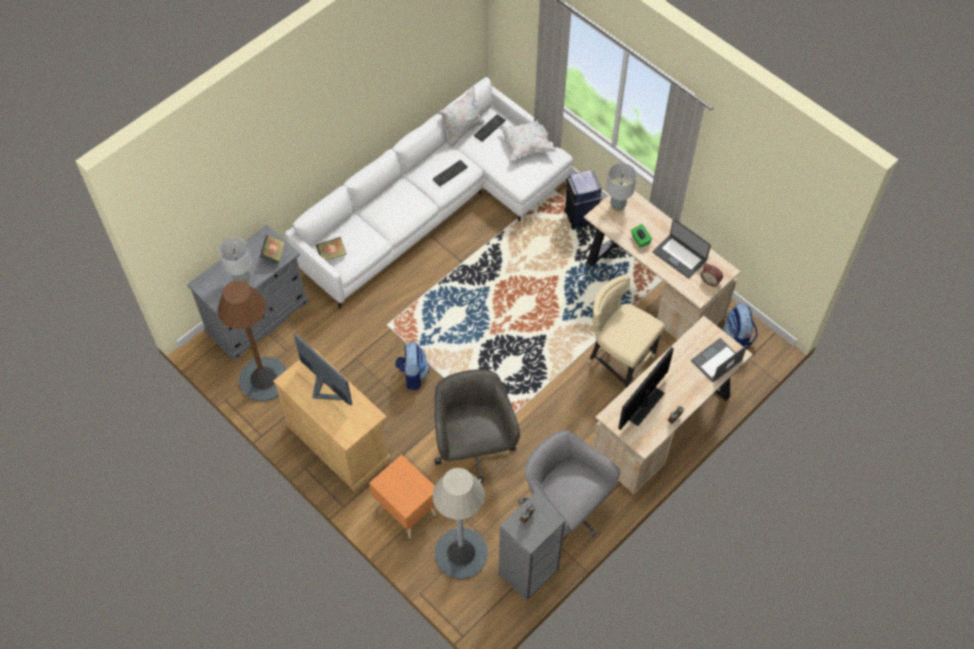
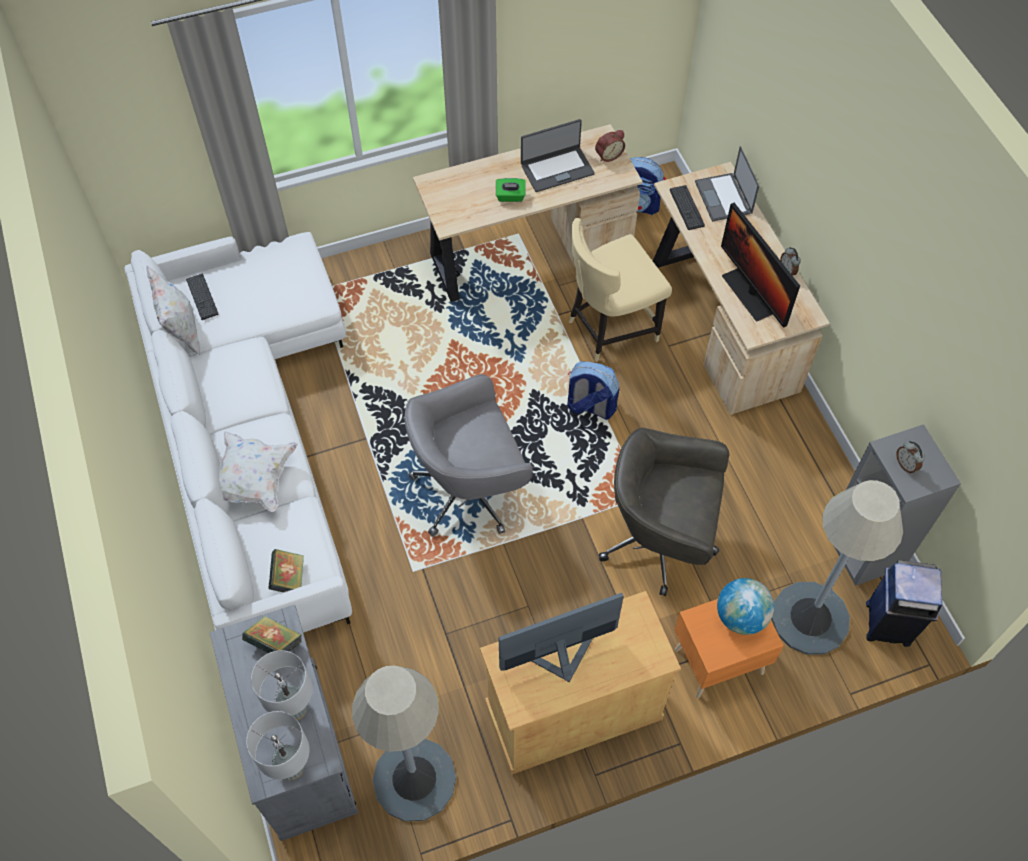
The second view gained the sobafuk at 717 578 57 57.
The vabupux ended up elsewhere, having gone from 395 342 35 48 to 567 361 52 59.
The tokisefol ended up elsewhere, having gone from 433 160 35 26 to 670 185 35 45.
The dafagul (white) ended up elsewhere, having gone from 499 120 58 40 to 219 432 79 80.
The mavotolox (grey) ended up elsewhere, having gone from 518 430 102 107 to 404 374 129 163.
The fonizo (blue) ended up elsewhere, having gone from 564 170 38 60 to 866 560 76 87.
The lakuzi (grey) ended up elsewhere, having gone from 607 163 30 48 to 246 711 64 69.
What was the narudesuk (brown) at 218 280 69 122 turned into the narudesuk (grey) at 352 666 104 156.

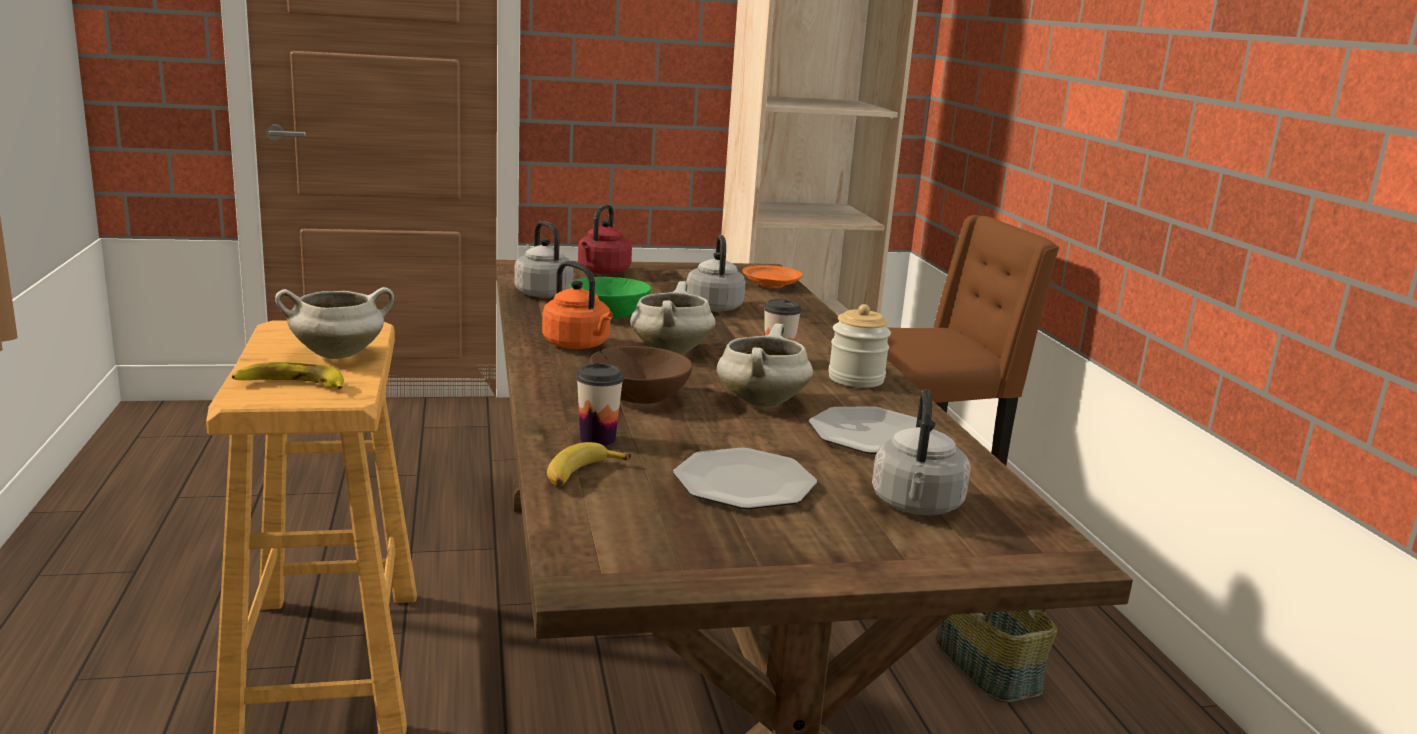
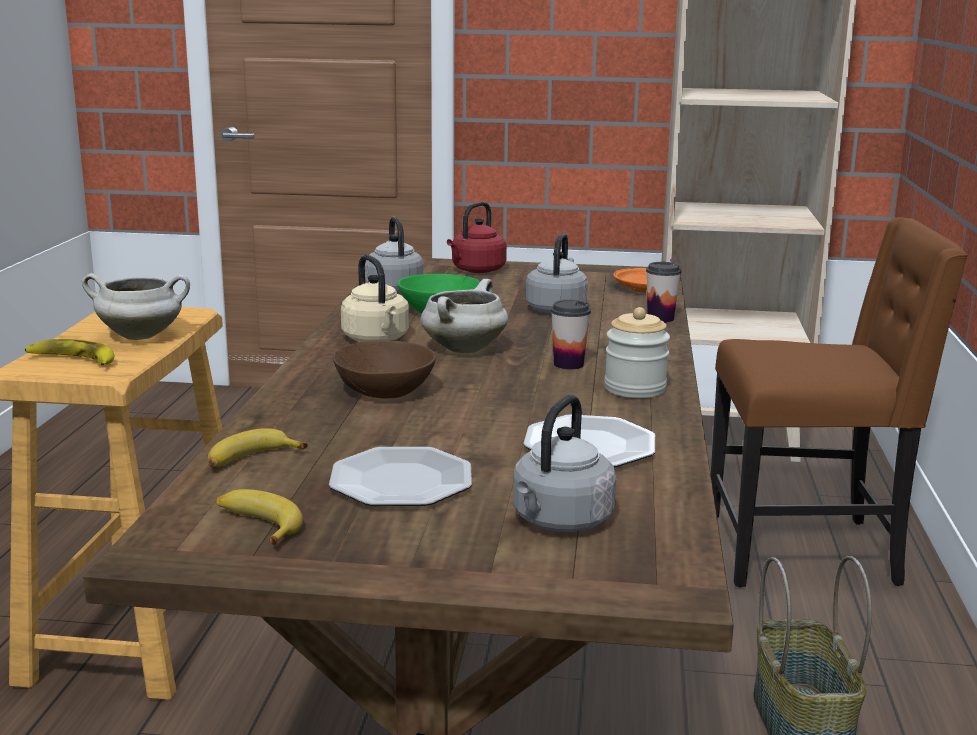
The second view lost the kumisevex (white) at 717 323 96 84.
The second view gained the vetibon at 216 489 87 56.
The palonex ended up elsewhere, having gone from 576 363 48 83 to 646 262 35 60.
What was the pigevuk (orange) at 542 261 71 88 turned into the pigevuk (beige) at 341 255 68 87.

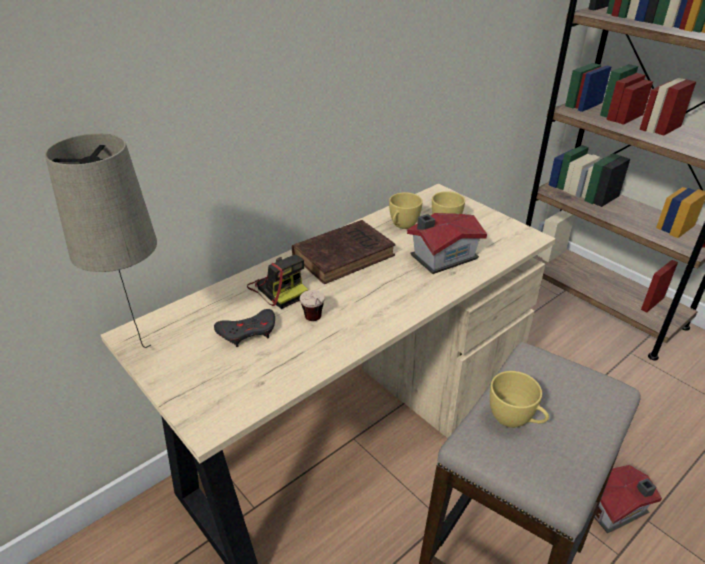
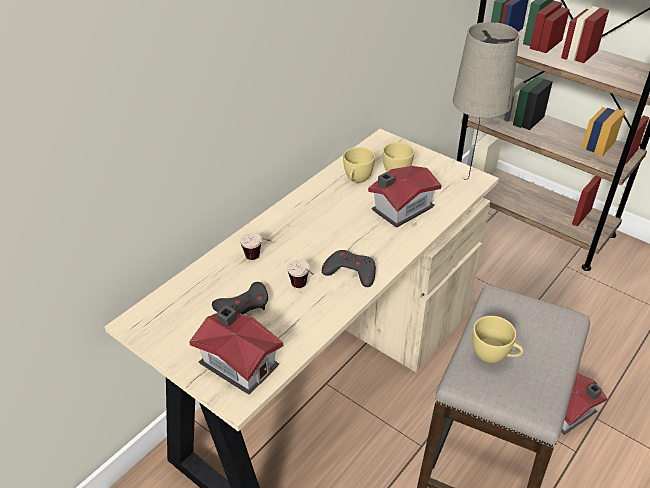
The second view lost the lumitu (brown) at 292 220 103 64.
The second view gained the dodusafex at 189 305 94 90.
The second view gained the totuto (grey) at 322 250 54 37.
The lakuzi (beige) ended up elsewhere, having gone from 45 133 112 215 to 453 22 66 158.
Where the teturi stood at 247 254 61 55, the palonex came to stand at 240 232 31 28.

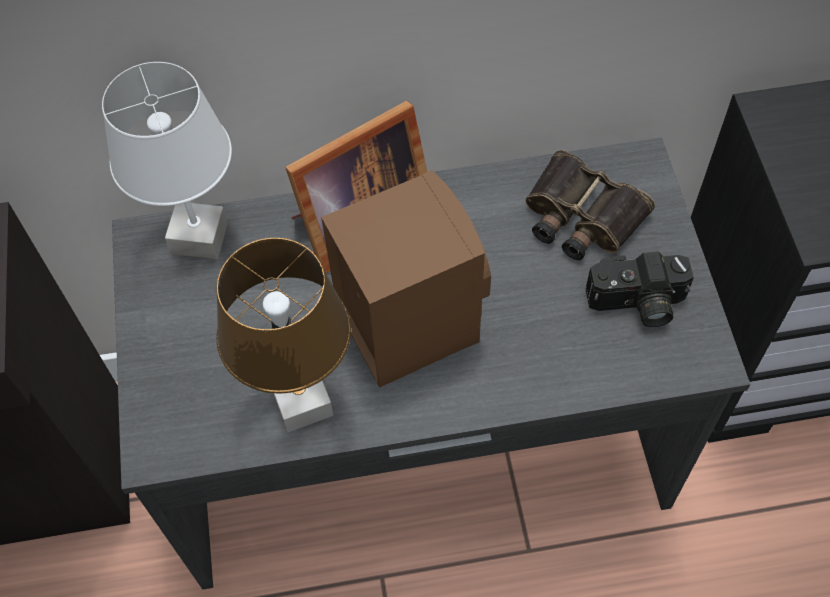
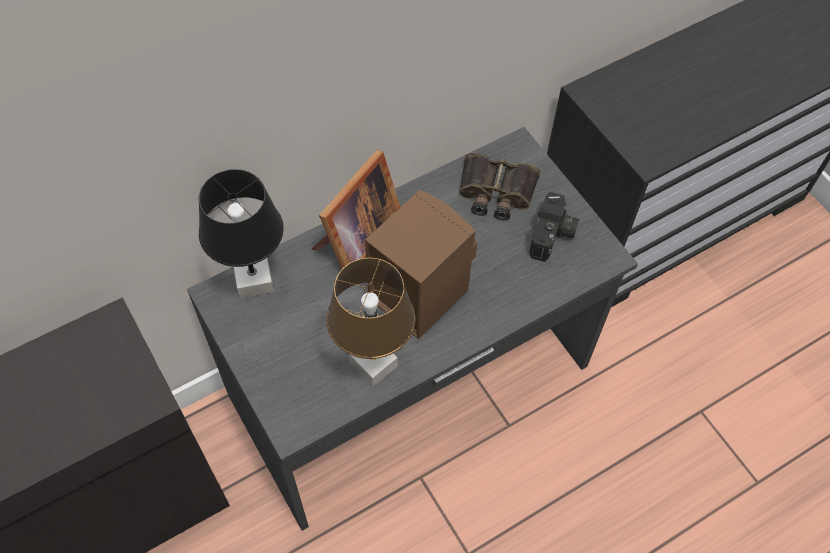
What was the lakuzi (white) at 102 62 130 197 turned into the lakuzi (black) at 199 169 85 130.
The teturi at 586 251 108 76 ended up facing another way, 45 degrees counterclockwise from before.

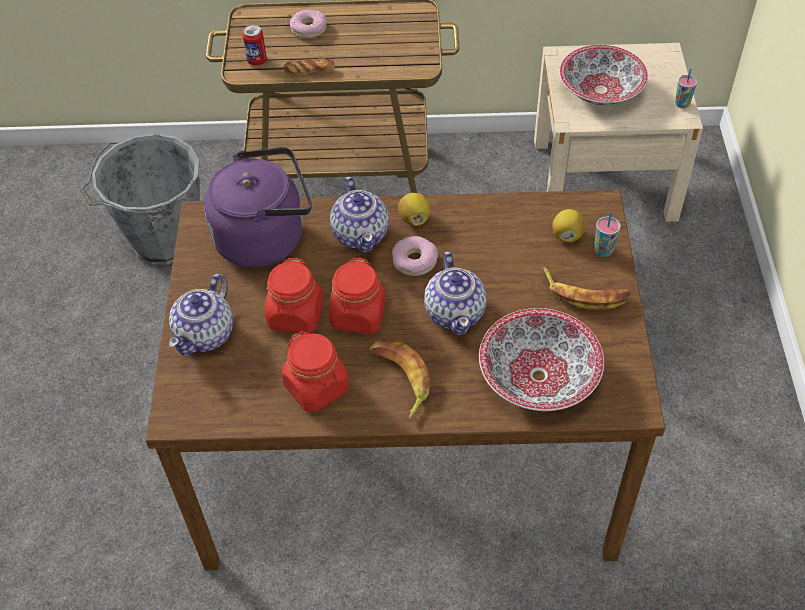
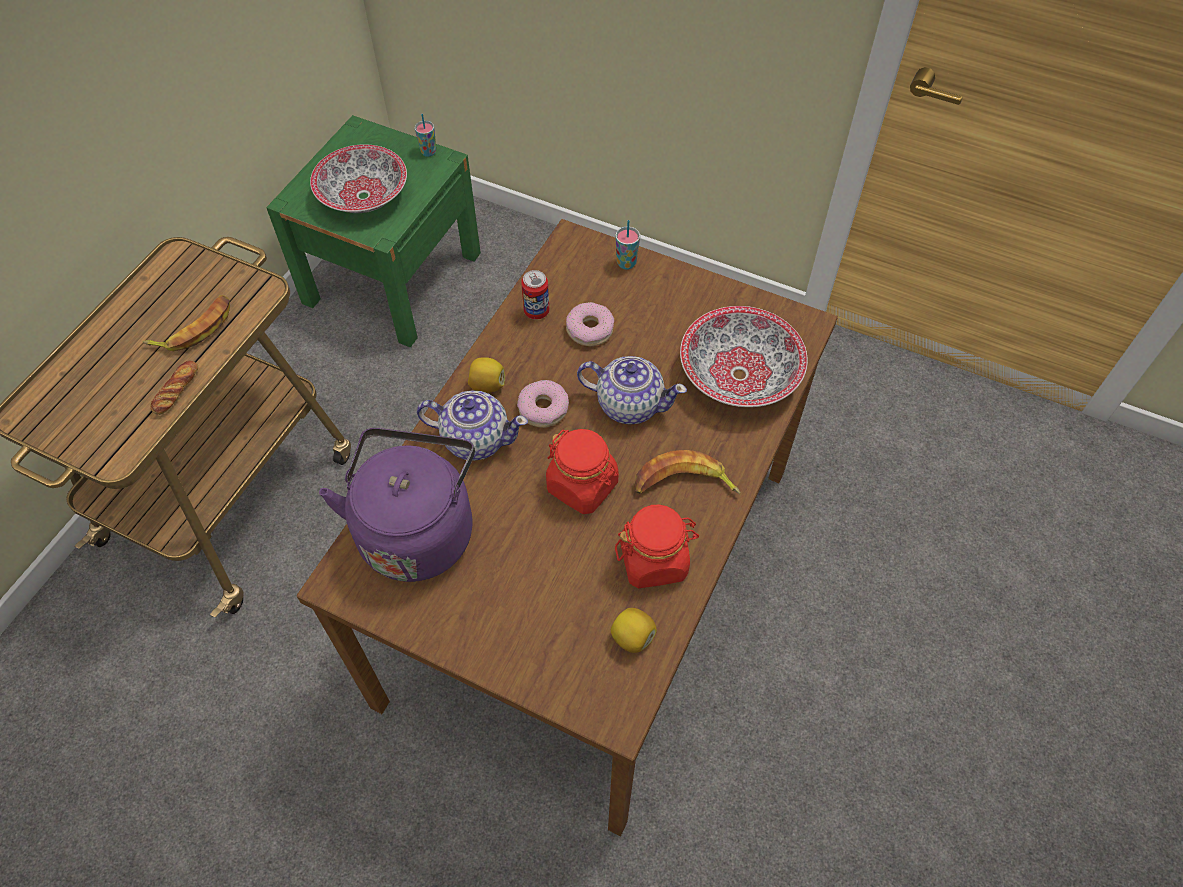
The second view lost the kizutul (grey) at 80 133 120 132.
The second view lost the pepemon at 169 274 64 81.
The second view lost the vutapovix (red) at 265 258 59 76.
The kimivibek ended up elsewhere, having gone from 242 25 25 41 to 521 270 28 50.
The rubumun ended up elsewhere, having gone from 290 10 37 29 to 566 302 48 44.
The vetibon ended up elsewhere, having gone from 543 267 87 43 to 142 295 88 56.
The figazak ended up elsewhere, having gone from 552 209 33 34 to 611 608 46 45.
What was the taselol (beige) at 534 43 169 179 turned into the taselol (green) at 266 115 215 232.

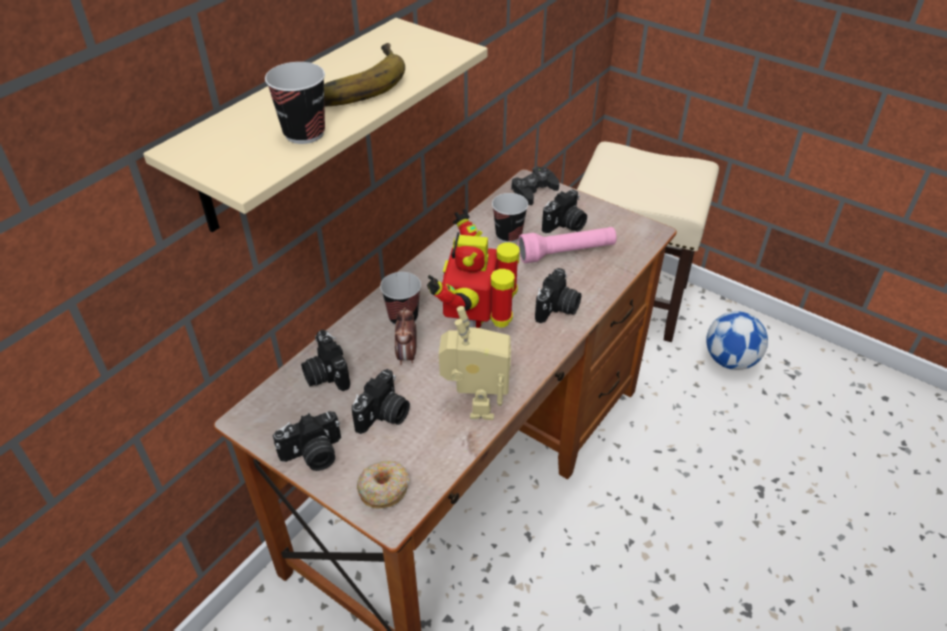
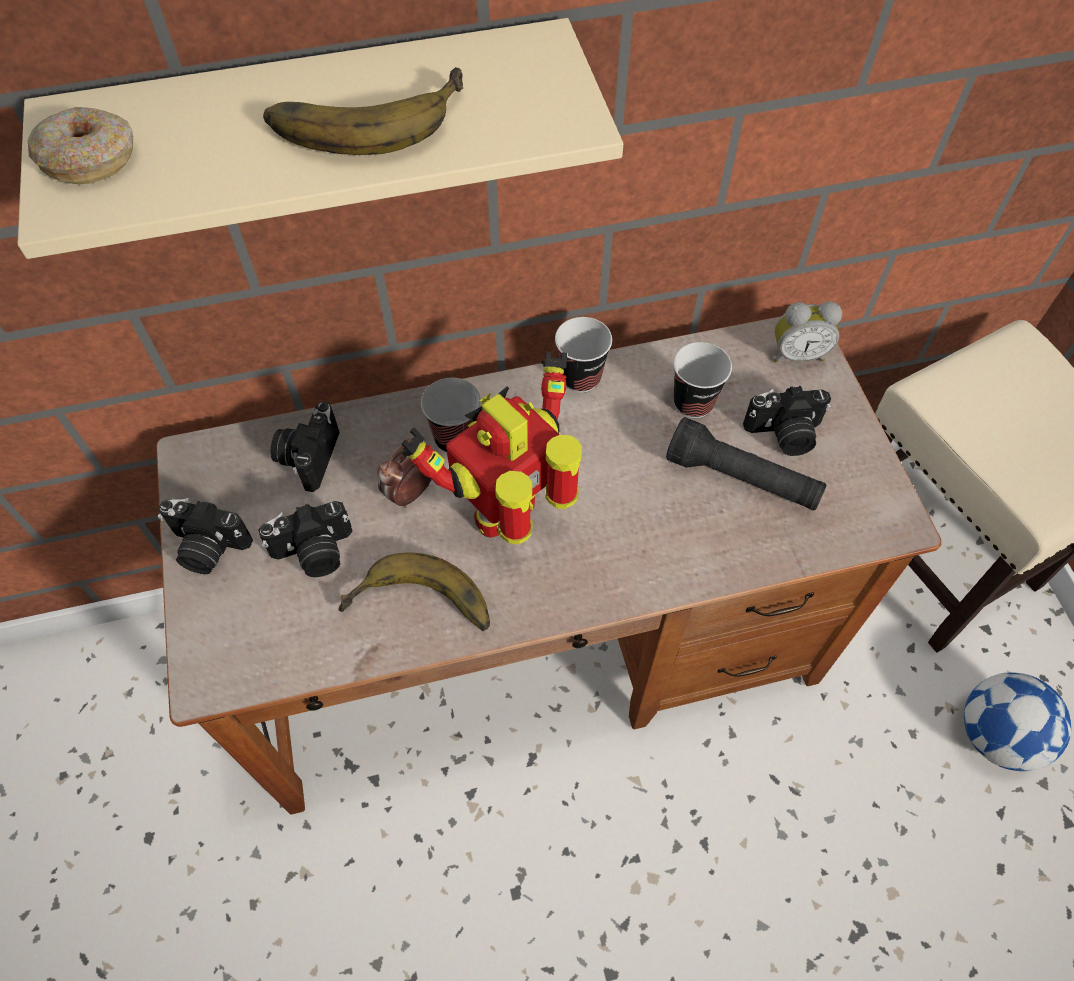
The second view lost the teturi at 535 268 46 55.
The palonex ended up elsewhere, having gone from 265 62 60 82 to 555 317 57 76.
The rubumun ended up elsewhere, having gone from 357 461 52 48 to 28 107 105 77.
Where the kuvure stood at 439 306 72 114, the vetibon came to stand at 338 552 152 79.
Where the totuto (black) stood at 511 166 49 39, the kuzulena came to stand at 774 301 68 62.
What was the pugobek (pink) at 518 227 99 36 turned into the pugobek (black) at 666 417 161 94.

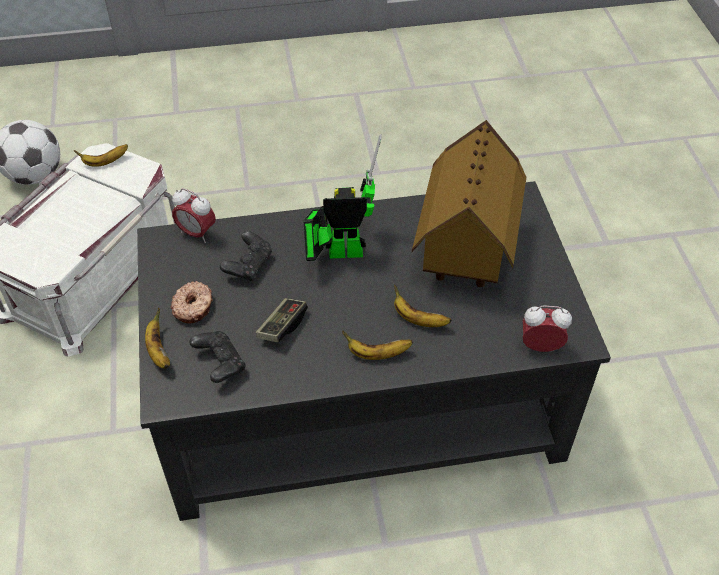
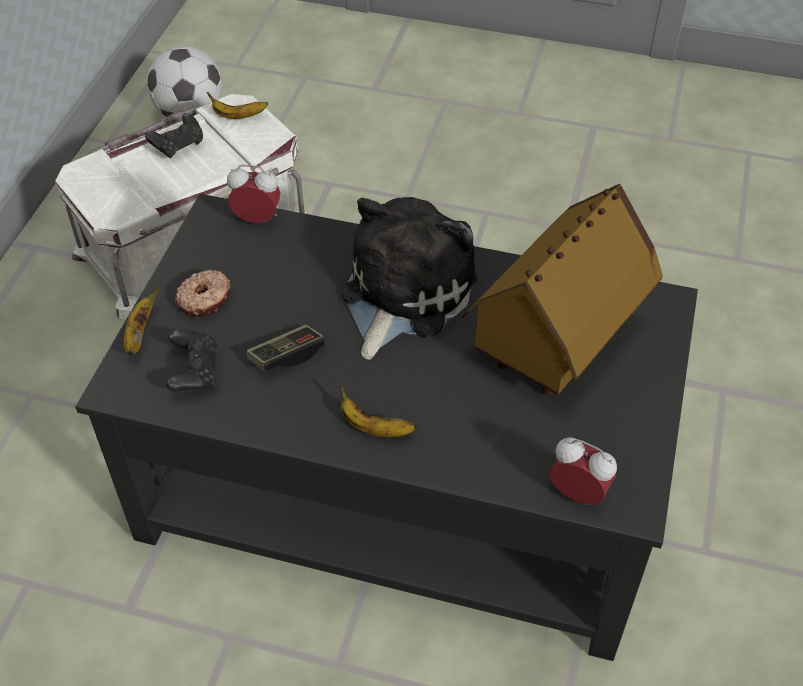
The second view lost the vetibon at 394 285 57 42.
The totuto (black) ended up elsewhere, having gone from 220 231 52 51 to 145 113 58 45.
Where the kuvure stood at 304 134 78 127, the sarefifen came to stand at 341 197 136 163.
The kuzulena at 172 188 44 55 ended up facing another way, 135 degrees clockwise from before.

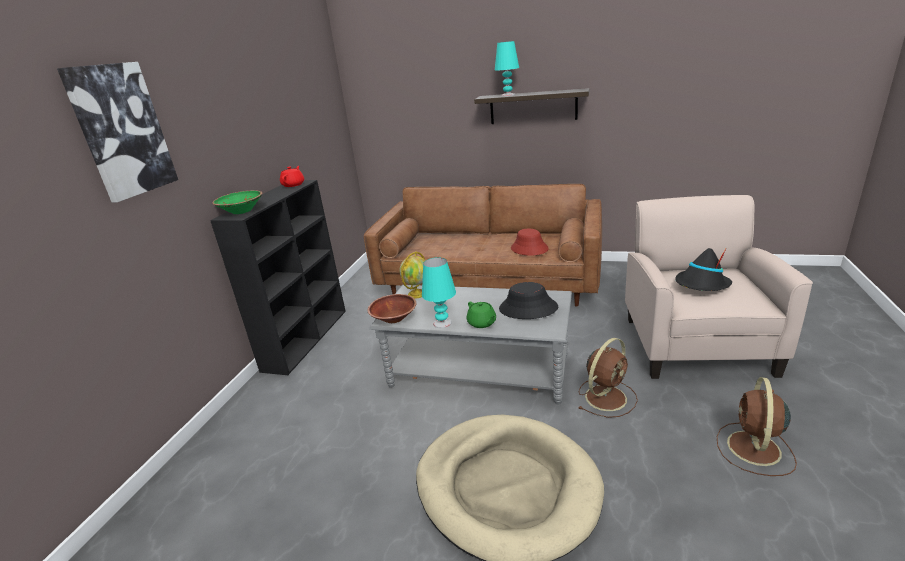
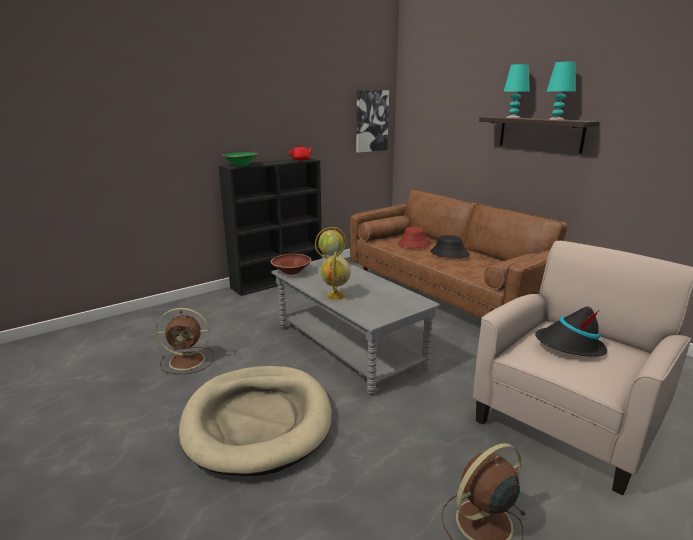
The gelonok ended up elsewhere, having gone from 57 62 121 140 to 356 90 33 63.
The lakuzi (turquoise) ended up elsewhere, having gone from 422 257 34 71 to 547 62 29 58.
The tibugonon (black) ended up elsewhere, having gone from 499 282 59 37 to 431 235 38 23.
The tibugonon (red) ended up elsewhere, having gone from 511 229 38 27 to 398 226 32 22.
The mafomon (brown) ended up elsewhere, having gone from 578 338 60 80 to 156 308 58 66.
Where the pepemon (green) stood at 466 302 30 26, the sobafuk came to stand at 320 252 31 48.

